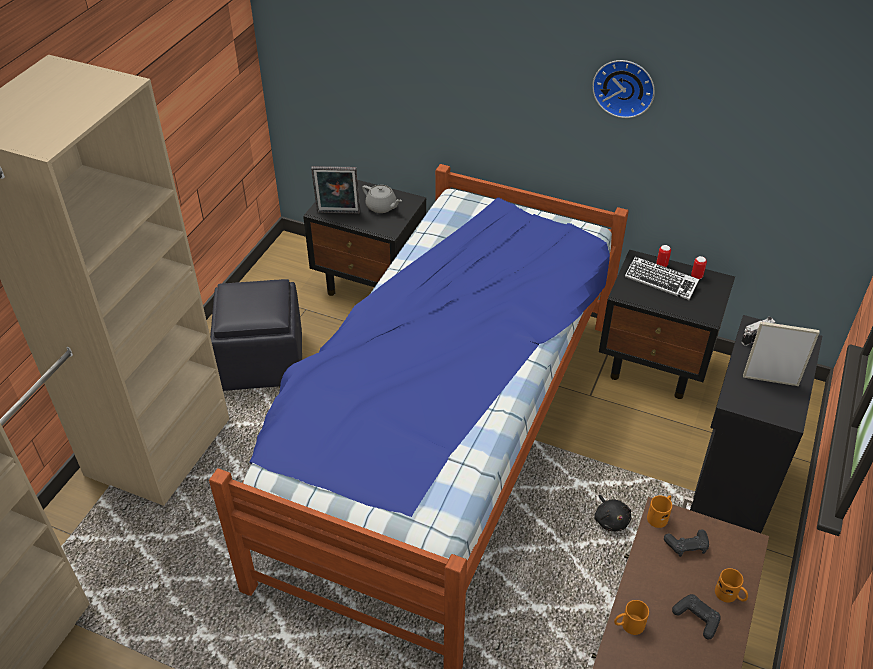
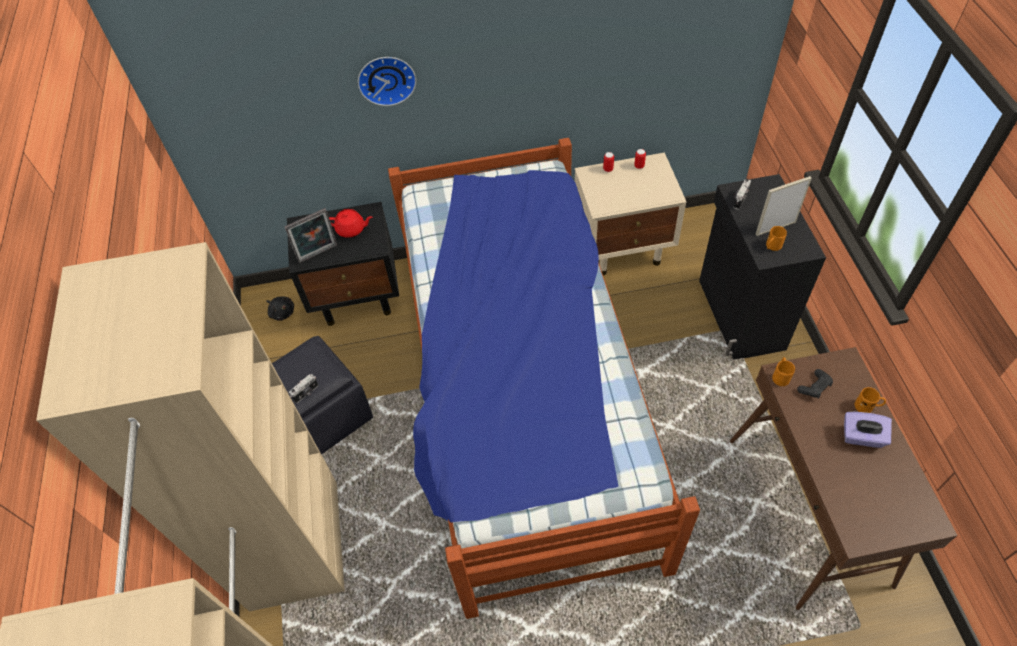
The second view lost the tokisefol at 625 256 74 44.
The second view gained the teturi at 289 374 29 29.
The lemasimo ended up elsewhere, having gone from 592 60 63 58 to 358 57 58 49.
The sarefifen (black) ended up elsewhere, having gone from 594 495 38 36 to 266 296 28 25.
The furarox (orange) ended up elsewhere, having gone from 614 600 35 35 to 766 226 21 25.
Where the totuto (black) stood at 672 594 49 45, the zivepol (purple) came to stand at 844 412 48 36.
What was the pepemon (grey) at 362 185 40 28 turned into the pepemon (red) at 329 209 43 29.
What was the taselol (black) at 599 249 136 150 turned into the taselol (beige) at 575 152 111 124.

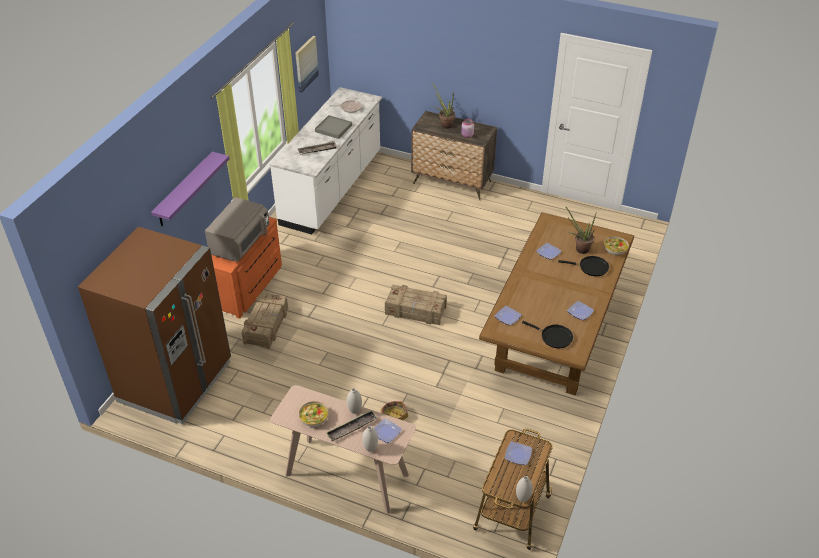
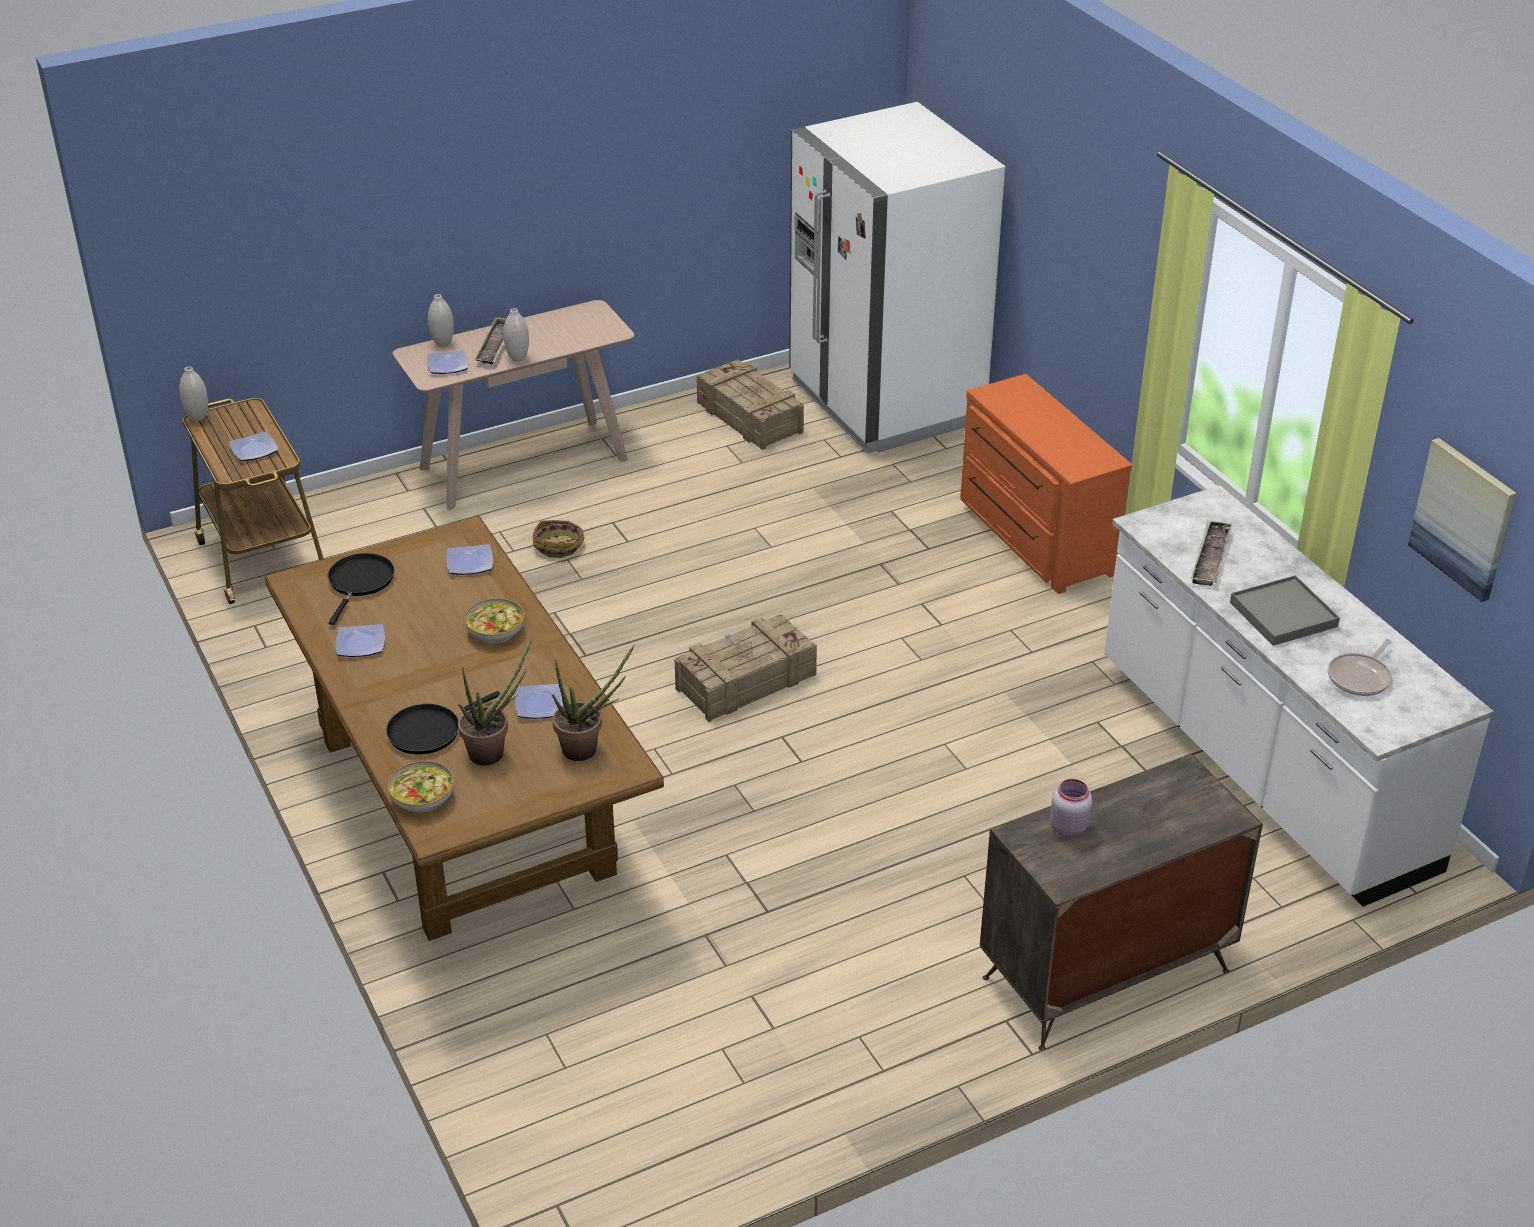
The second view lost the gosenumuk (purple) at 151 152 78 74.
The second view lost the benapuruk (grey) at 205 197 64 65.
The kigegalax ended up elsewhere, having gone from 241 292 47 57 to 696 359 108 91.
The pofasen ended up elsewhere, having gone from 299 401 29 26 to 465 598 59 45.
The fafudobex ended up elsewhere, having gone from 432 82 23 47 to 552 644 83 117.
What was the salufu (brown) at 78 227 153 198 turned into the salufu (white) at 789 102 216 351.
The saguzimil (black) at 522 321 51 27 ended up facing another way, 120 degrees clockwise from before.

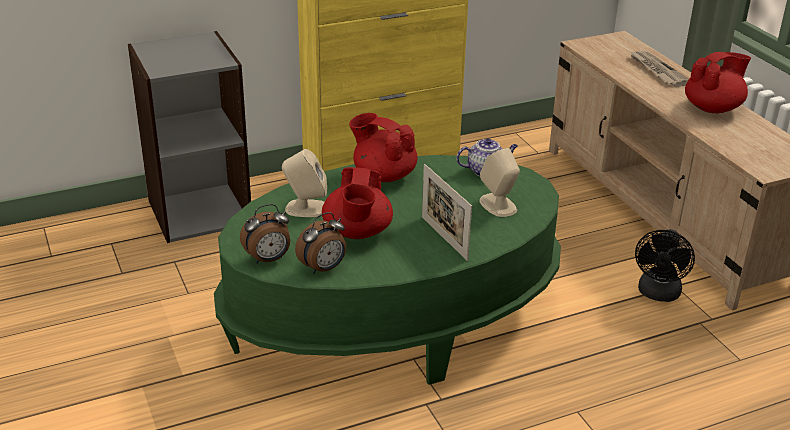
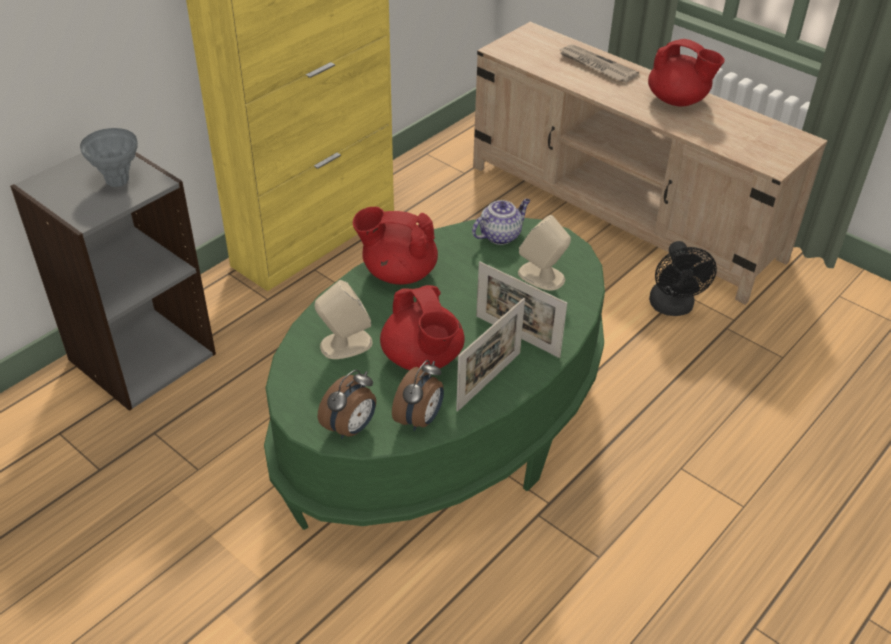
The second view gained the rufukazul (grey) at 80 128 58 59.
The second view gained the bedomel at 456 298 69 113.
The pepemon (red) at 685 52 66 61 ended up facing another way, 90 degrees clockwise from before.

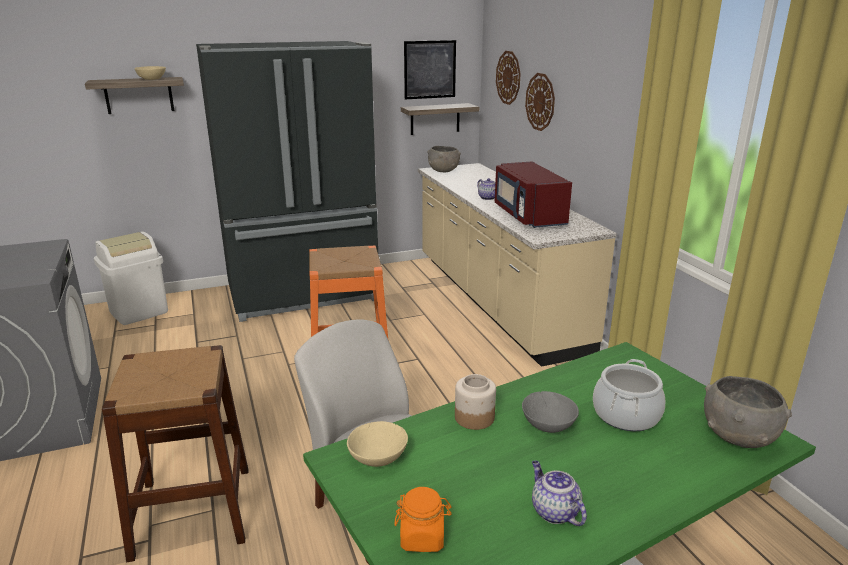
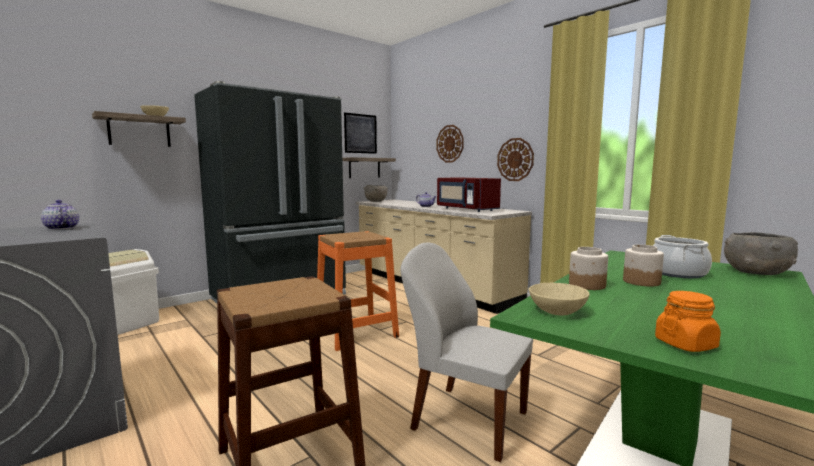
The lemasimo ended up elsewhere, having gone from 496 51 25 54 to 497 138 37 43.
The pepemon ended up elsewhere, having gone from 532 461 55 65 to 41 200 38 30.
Where the pofasen (grey) stood at 522 391 57 42, the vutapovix came to stand at 623 245 41 42.

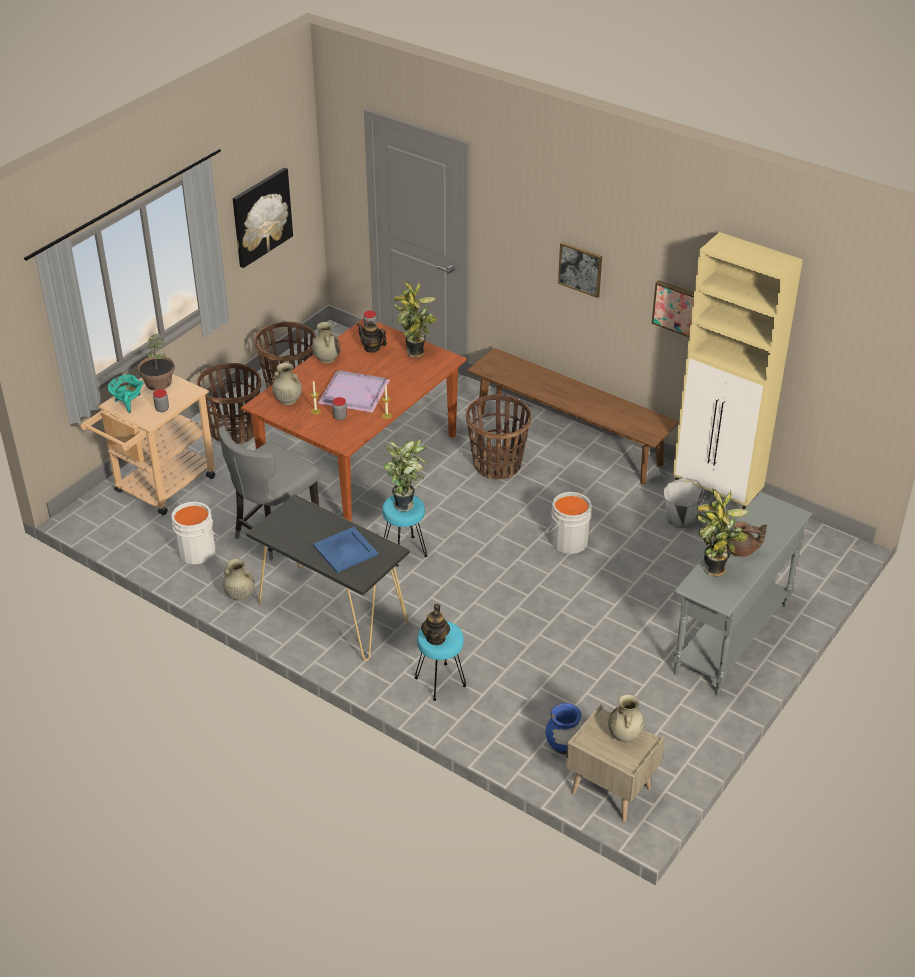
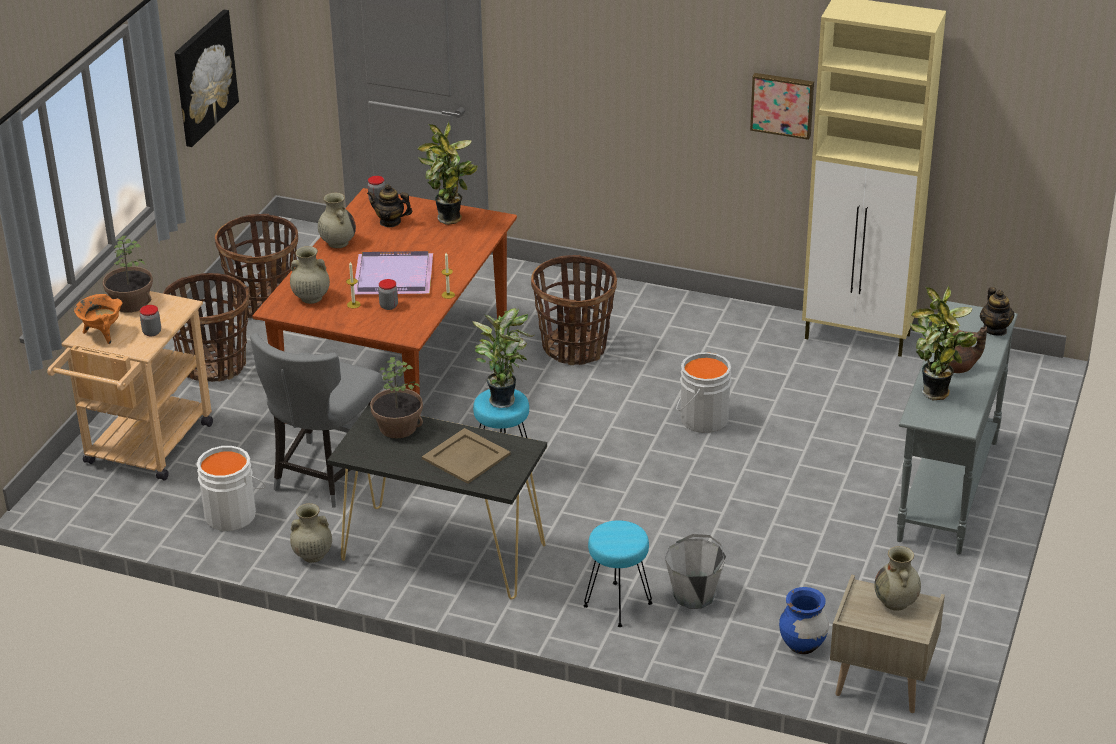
The second view lost the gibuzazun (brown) at 467 348 212 136.
The second view lost the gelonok at 558 242 44 56.
The second view gained the fafudobex at 370 357 53 81.
The pepemon ended up elsewhere, having gone from 421 604 29 41 to 980 287 35 49.
The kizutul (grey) ended up elsewhere, having gone from 663 478 42 50 to 665 534 61 75.
What was the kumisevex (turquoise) at 108 375 35 38 turned into the kumisevex (orange) at 74 294 49 50.
What was the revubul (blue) at 313 527 65 46 turned into the revubul (beige) at 422 428 89 56.

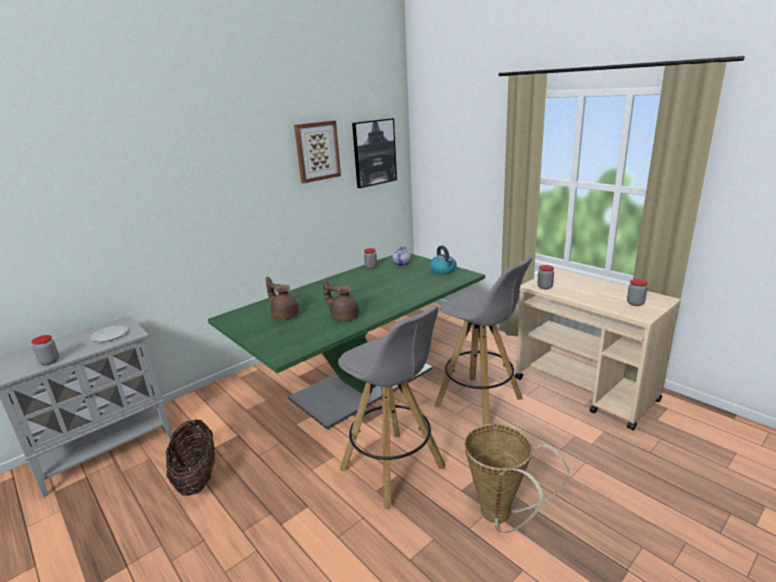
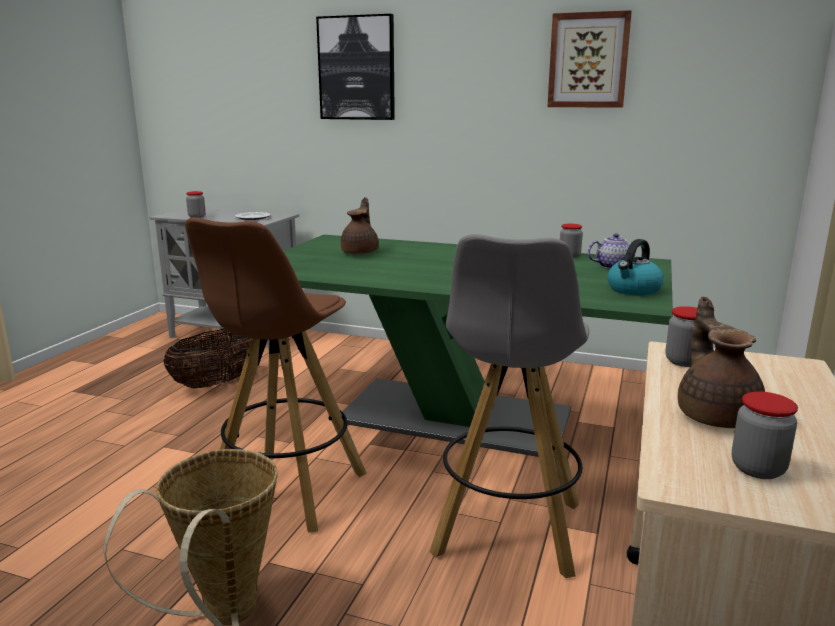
The pepemon (brown) ended up elsewhere, having gone from 322 279 37 42 to 678 296 87 132.
The gelonok ended up elsewhere, having gone from 352 118 45 70 to 316 14 79 106.
What was the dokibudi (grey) at 338 306 108 204 turned into the dokibudi (brown) at 185 217 182 316.

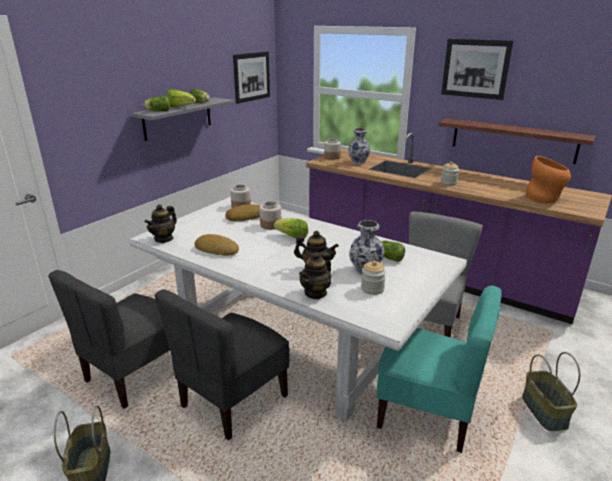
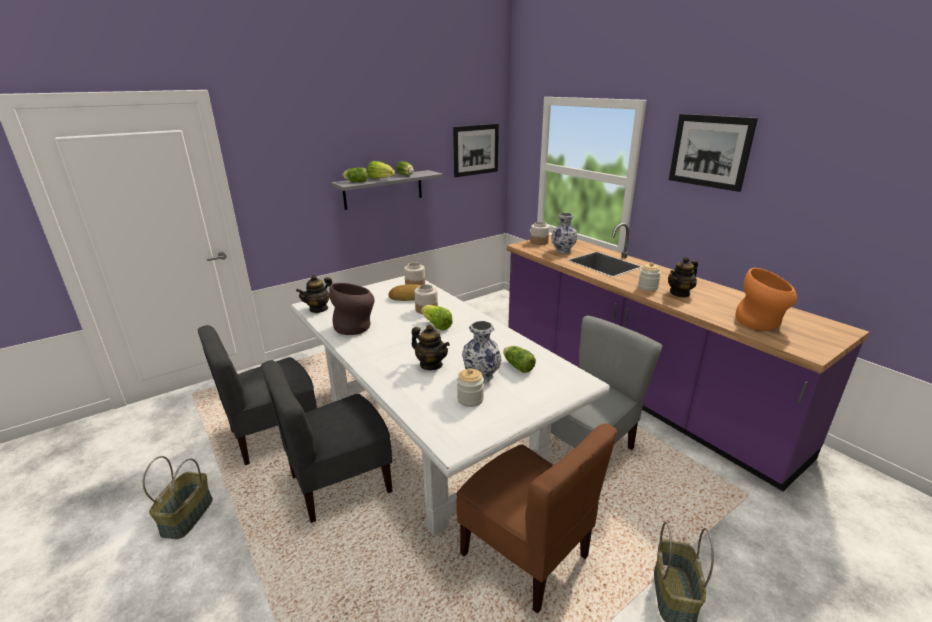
The second view lost the gosenumuk at 438 118 158 46.
The pepemon ended up elsewhere, having gone from 299 252 32 47 to 668 257 30 40.
Where the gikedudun stood at 194 234 45 22, the rufukazul (brown) came to stand at 329 283 45 52.
What was the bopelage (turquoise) at 377 286 125 167 turned into the bopelage (brown) at 456 423 161 191.

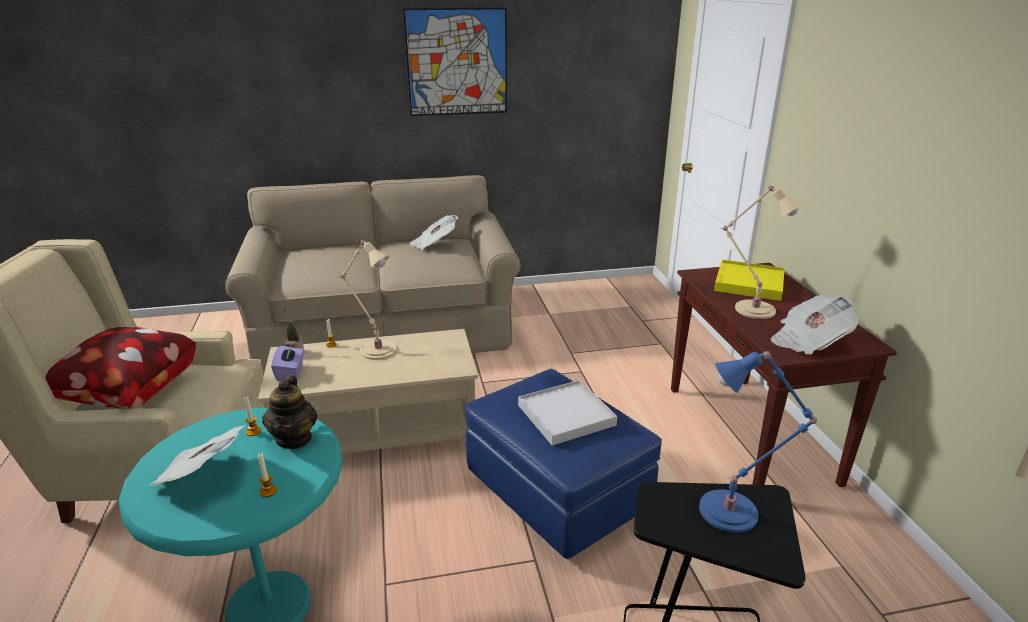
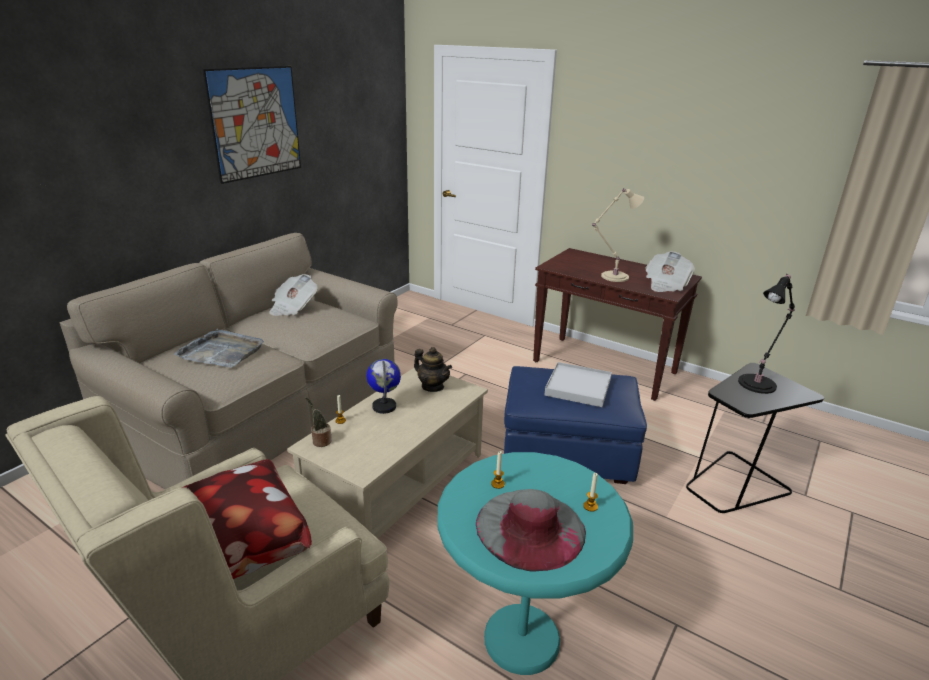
The second view lost the zivepol (purple) at 271 342 33 39.
The second view lost the revubul (yellow) at 714 260 71 41.
The second view gained the revubul (grey) at 174 329 90 39.
The pepemon ended up elsewhere, having gone from 262 375 55 74 to 414 347 38 45.
Where the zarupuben stood at 149 425 97 61, the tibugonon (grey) came to stand at 476 489 110 82.
Where the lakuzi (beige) stood at 338 240 59 120, the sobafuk came to stand at 367 359 34 55.
What was the lakuzi (blue) at 699 350 118 183 turned into the lakuzi (black) at 738 274 57 120.

